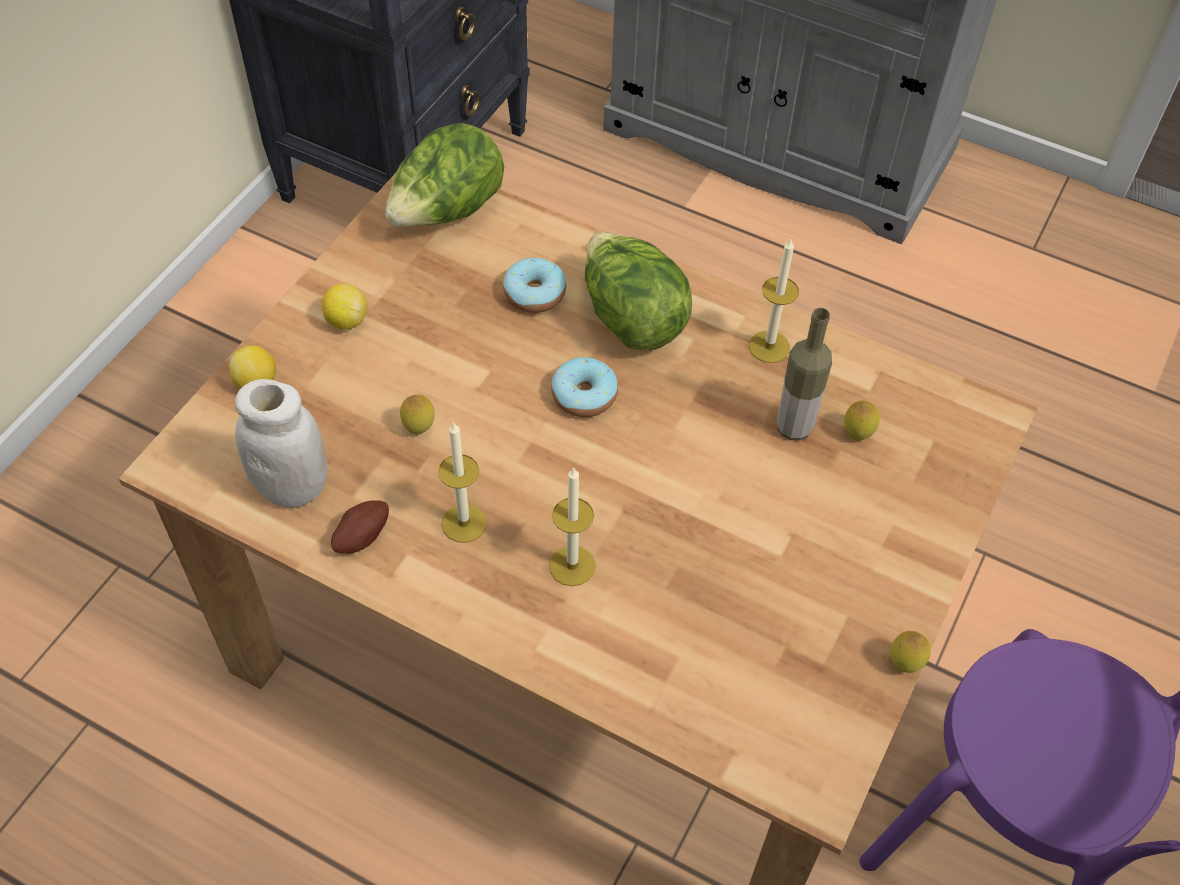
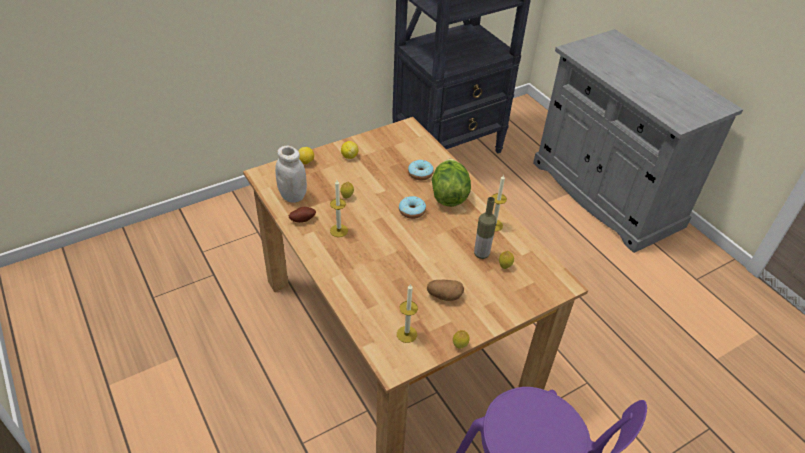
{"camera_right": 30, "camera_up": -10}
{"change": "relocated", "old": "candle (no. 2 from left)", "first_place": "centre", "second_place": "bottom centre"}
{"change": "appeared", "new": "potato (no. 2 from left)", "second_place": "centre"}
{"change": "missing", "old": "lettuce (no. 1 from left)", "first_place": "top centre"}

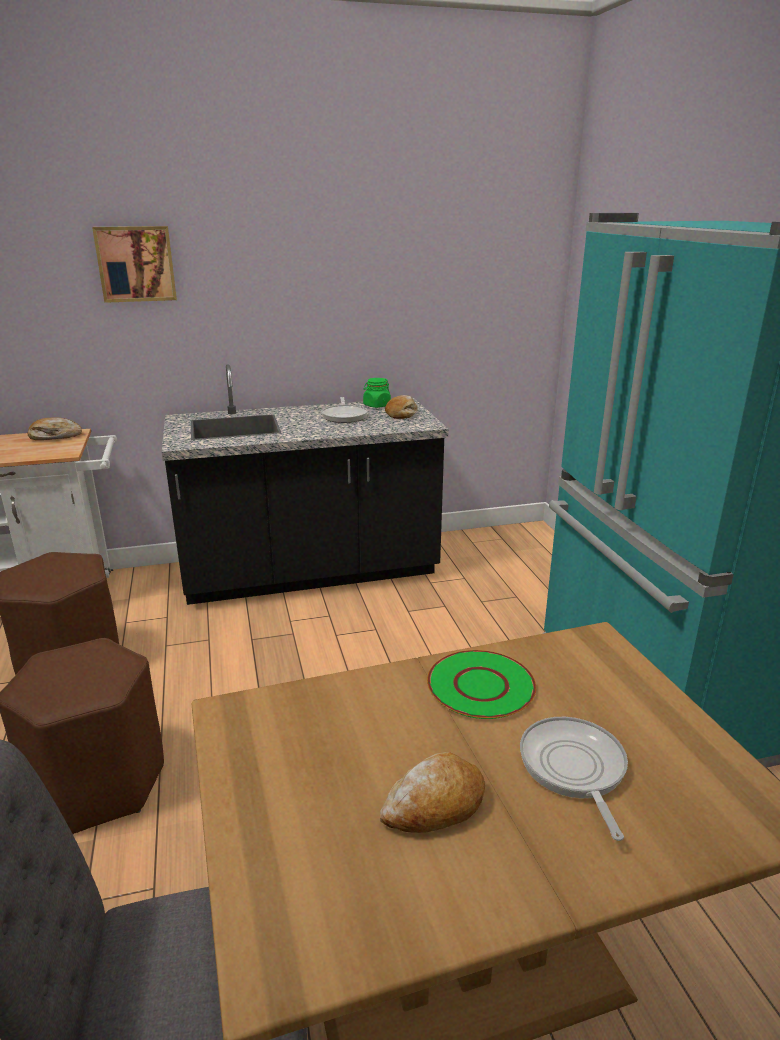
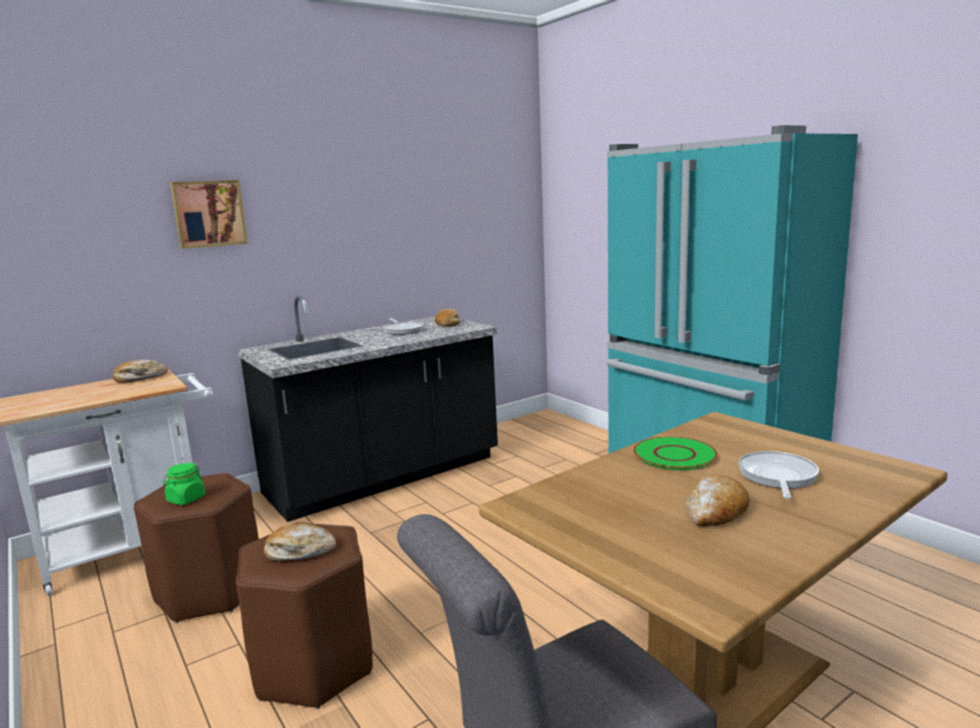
{"camera_right": -20, "camera_up": -10}
{"change": "relocated", "old": "green jar", "first_place": "centre", "second_place": "middle left"}
{"change": "appeared", "new": "bread (no. 2 from left)", "second_place": "bottom left"}
{"change": "spun", "old": "frying pan (no. 2 from left)", "first_place": "bottom right", "second_place": "middle right", "degrees": 45}

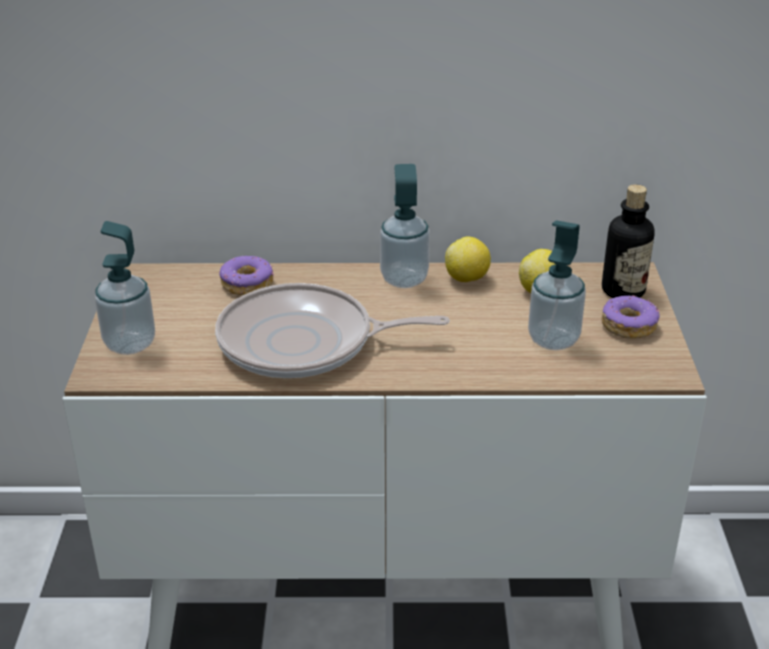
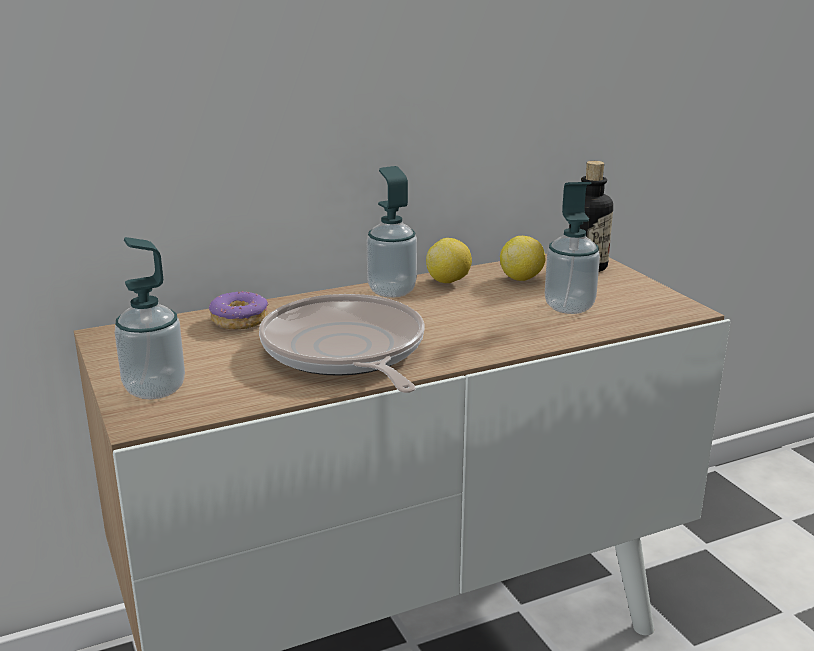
{"camera_right": -25, "camera_up": -10}
{"change": "spun", "old": "frying pan", "first_place": "centre", "second_place": "centre", "degrees": 90}
{"change": "missing", "old": "donut (no. 2 from left)", "first_place": "middle right"}

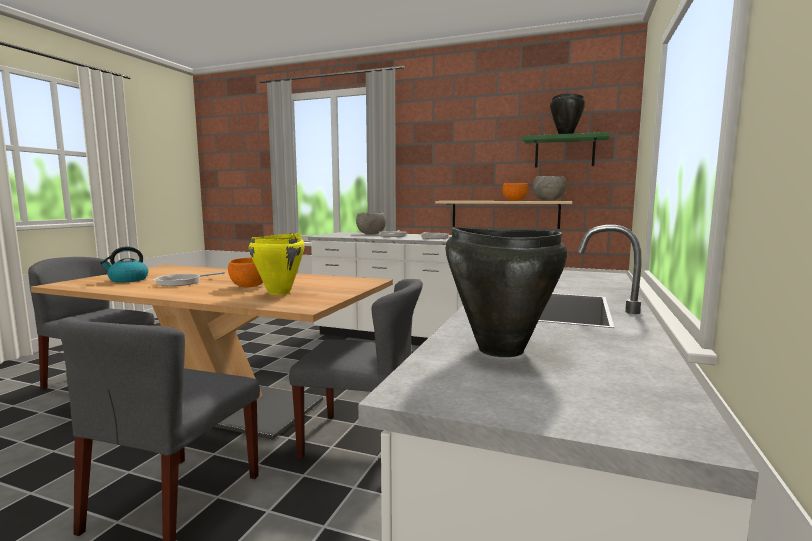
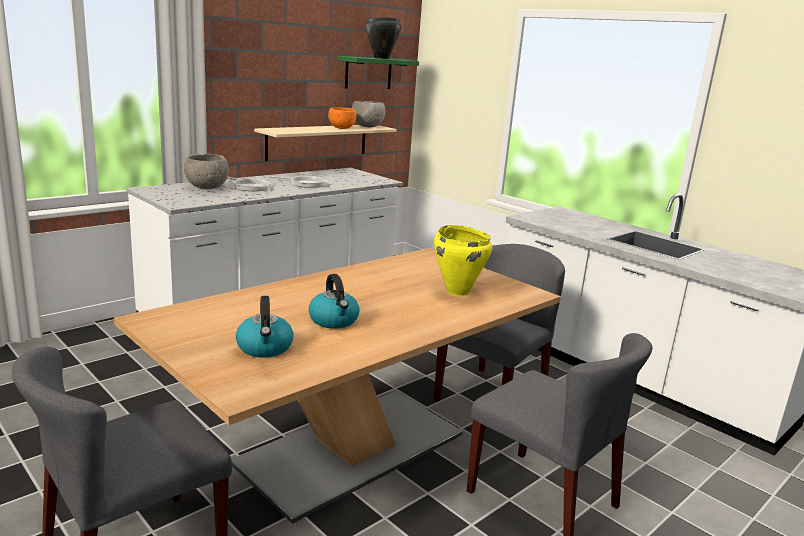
{"camera_right": -65, "camera_up": 10}
{"change": "exchanged", "old": "frying pan (no. 1 from left)", "new": "kettle (no. 2 from left)", "first_place": "middle left", "second_place": "centre"}
{"change": "missing", "old": "orange bowl (no. 1 from left)", "first_place": "middle left"}
{"change": "missing", "old": "black cooking pot (no. 1 from left)", "first_place": "centre"}

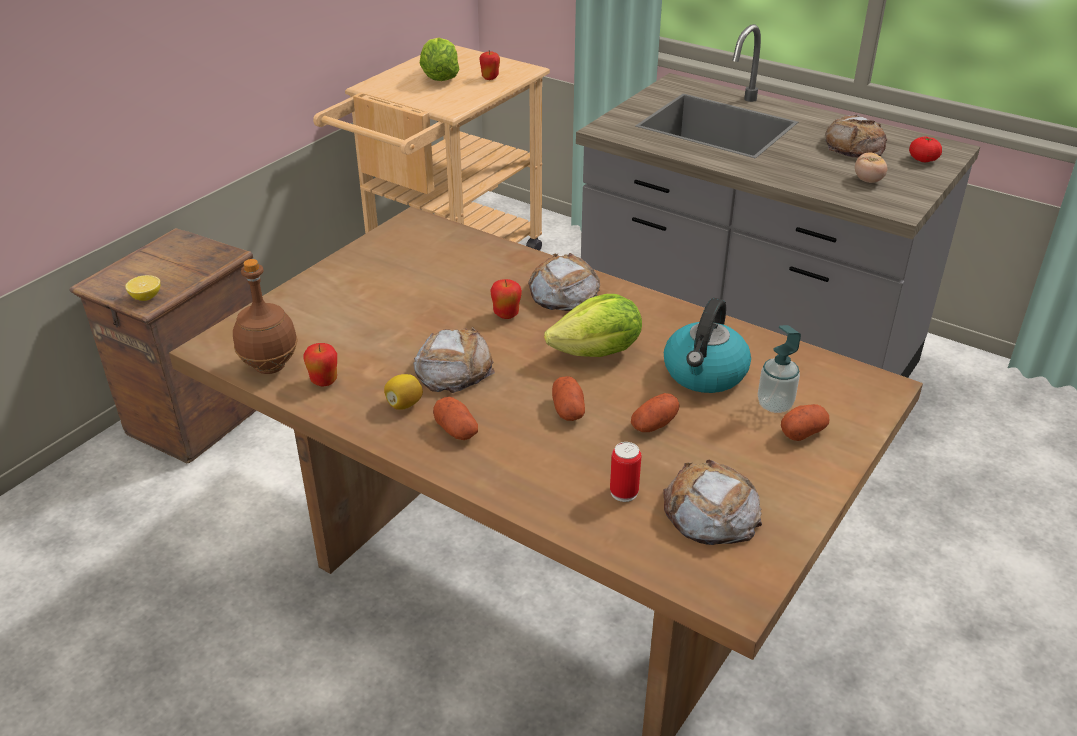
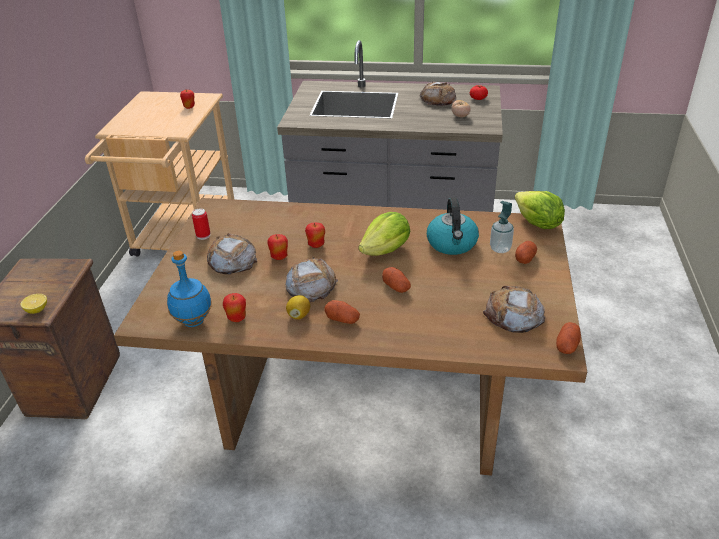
{"camera_right": -25, "camera_up": 0}
{"change": "colour", "old": "brown bottle", "new": "blue bottle", "first_place": "middle left", "second_place": "middle left"}
{"change": "relocated", "old": "can", "first_place": "centre", "second_place": "middle left"}
{"change": "relocated", "old": "bread (no. 2 from left in the first image)", "new": "bread (no. 1 from left)", "first_place": "centre", "second_place": "middle left"}
{"change": "appeared", "new": "apple (no. 3 from left)", "second_place": "centre"}
{"change": "relocated", "old": "lettuce (no. 1 from left in the first image)", "new": "lettuce (no. 2 from left)", "first_place": "top centre", "second_place": "middle right"}
{"change": "relocated", "old": "potato (no. 3 from left in the first image)", "new": "potato (no. 4 from left)", "first_place": "centre", "second_place": "middle right"}

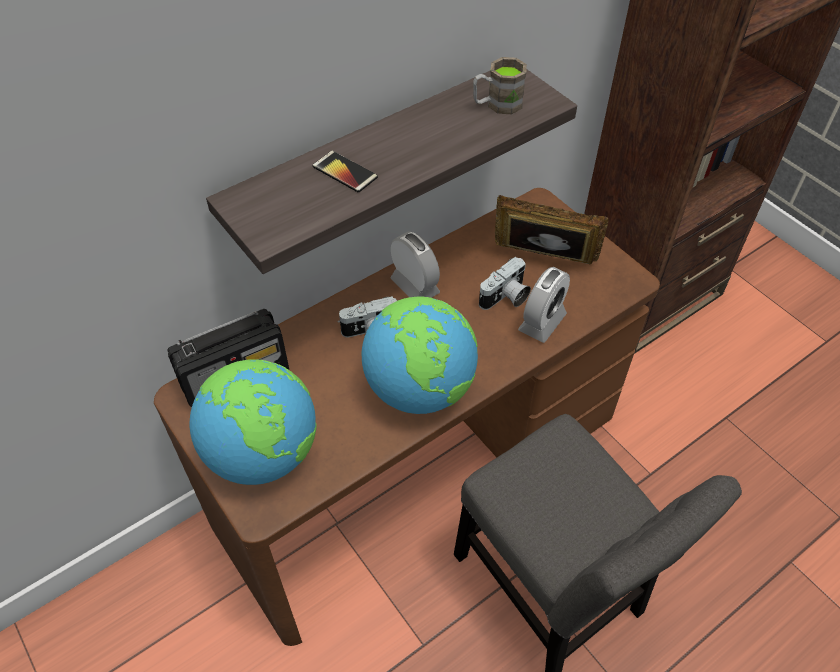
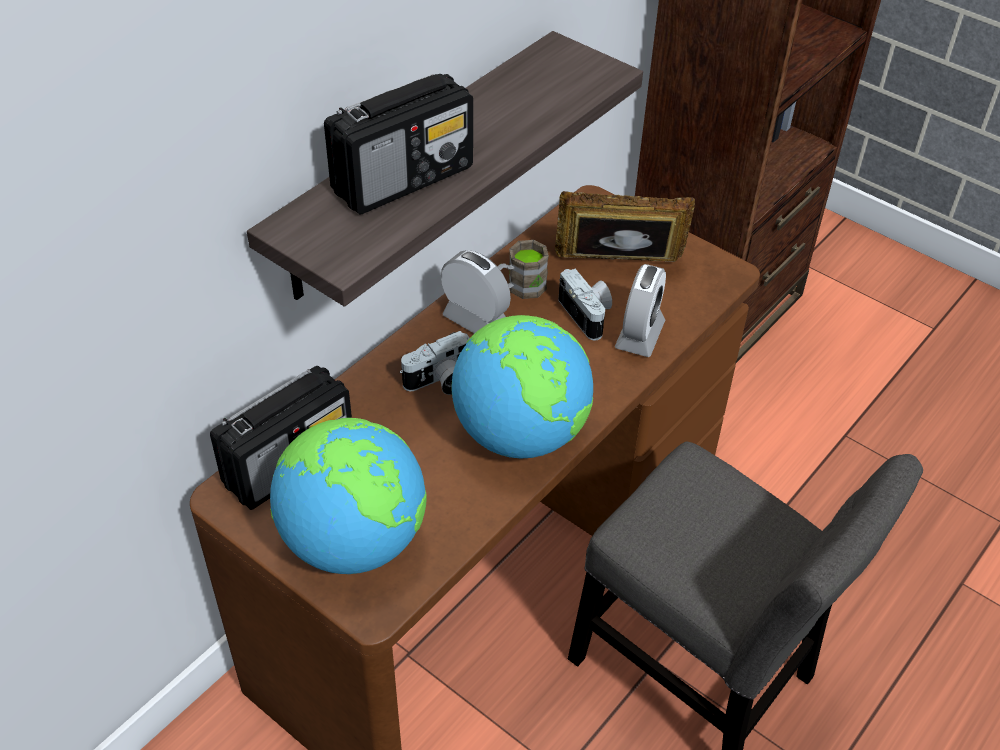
{"camera_right": -15, "camera_up": -5}
{"change": "exchanged", "old": "phone", "new": "radio (no. 2 from left)", "first_place": "top centre", "second_place": "top centre"}
{"change": "relocated", "old": "brown mug", "first_place": "top centre", "second_place": "centre"}
{"change": "spun", "old": "photo camera (no. 2 from left)", "first_place": "centre", "second_place": "centre", "degrees": -60}

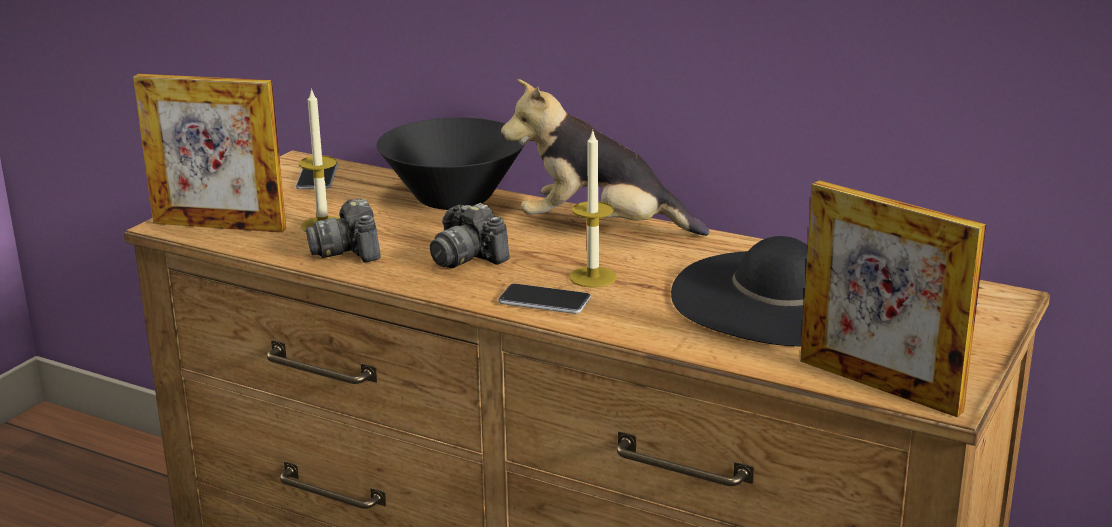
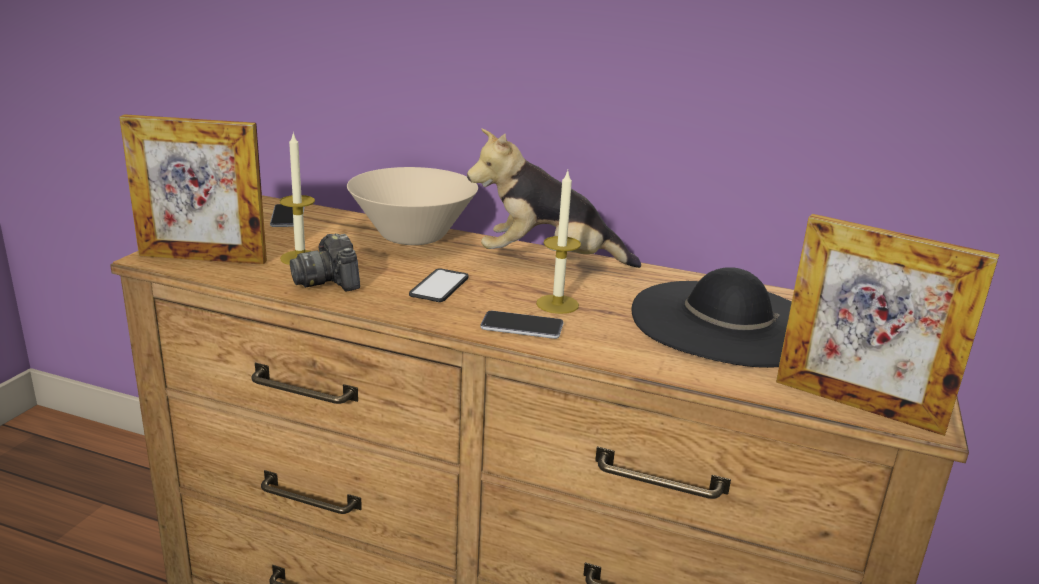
{"camera_right": -10, "camera_up": 0}
{"change": "colour", "old": "black bowl", "new": "beige bowl", "first_place": "top centre", "second_place": "centre"}
{"change": "exchanged", "old": "photo camera (no. 2 from left)", "new": "phone (no. 2 from left)", "first_place": "centre", "second_place": "centre"}

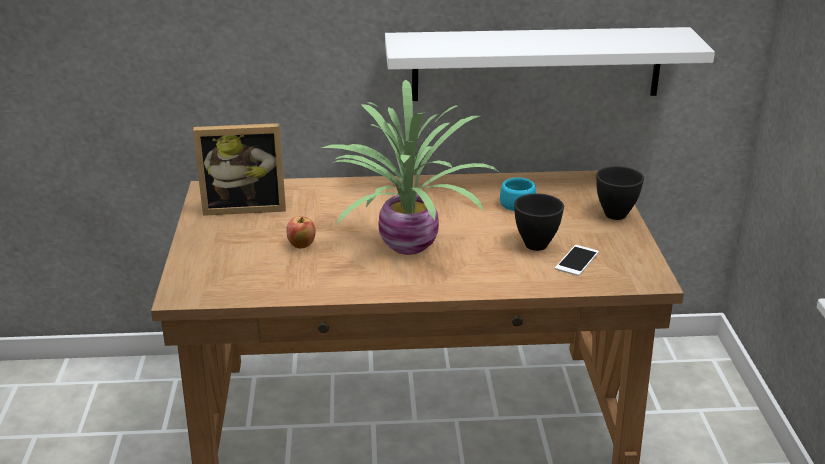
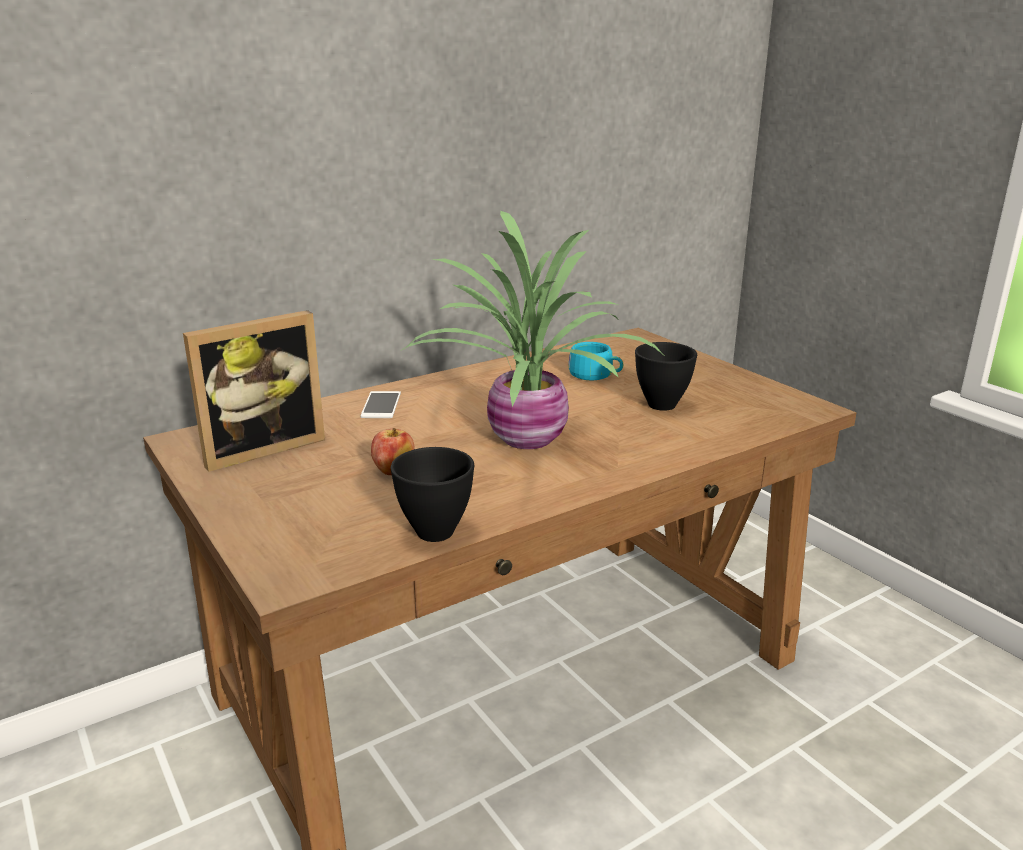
{"camera_right": -30, "camera_up": -5}
{"change": "relocated", "old": "phone", "first_place": "middle right", "second_place": "centre"}
{"change": "relocated", "old": "black bowl (no. 2 from left in the first image)", "new": "black bowl (no. 1 from left)", "first_place": "middle right", "second_place": "centre"}
{"change": "missing", "old": "white shelf", "first_place": "top right"}

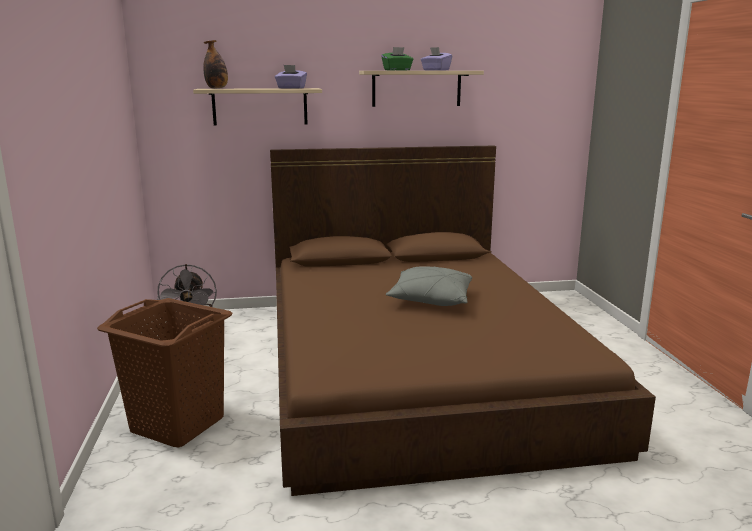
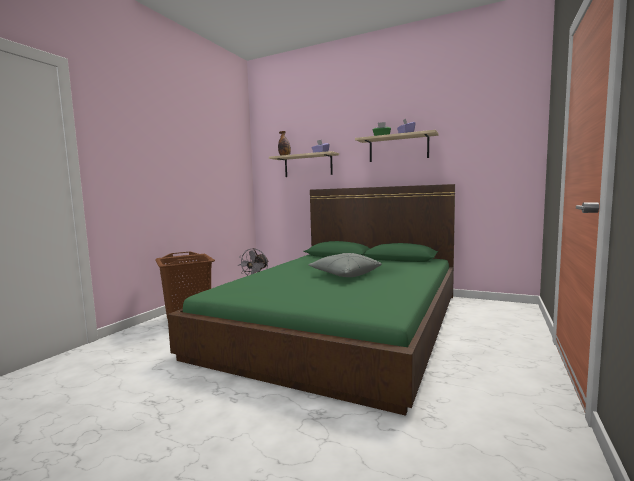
{"camera_right": 35, "camera_up": -10}
{"change": "colour", "old": "brown bed", "new": "green bed", "first_place": "centre", "second_place": "centre"}

